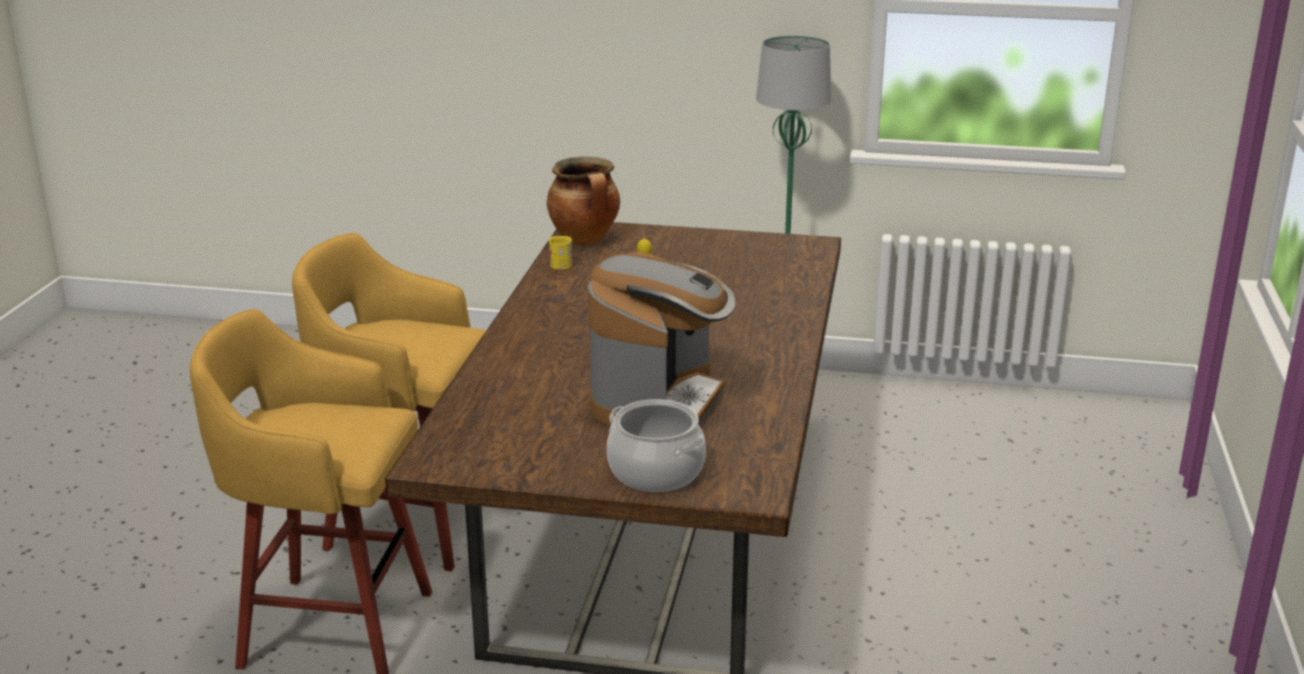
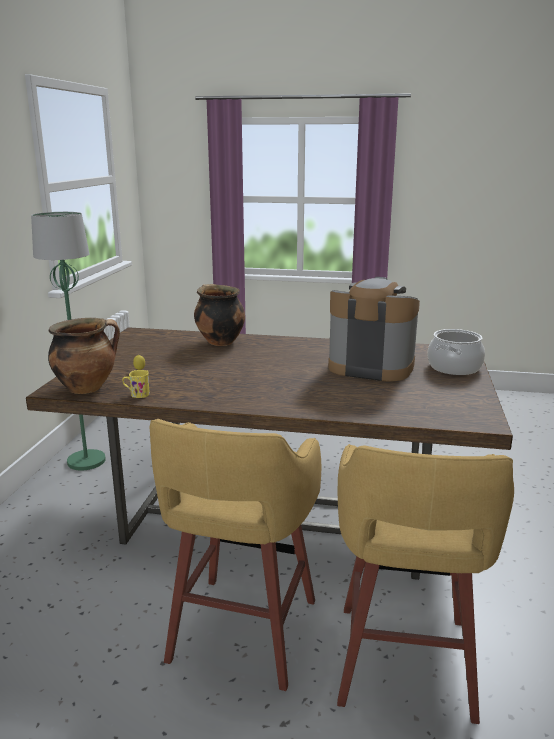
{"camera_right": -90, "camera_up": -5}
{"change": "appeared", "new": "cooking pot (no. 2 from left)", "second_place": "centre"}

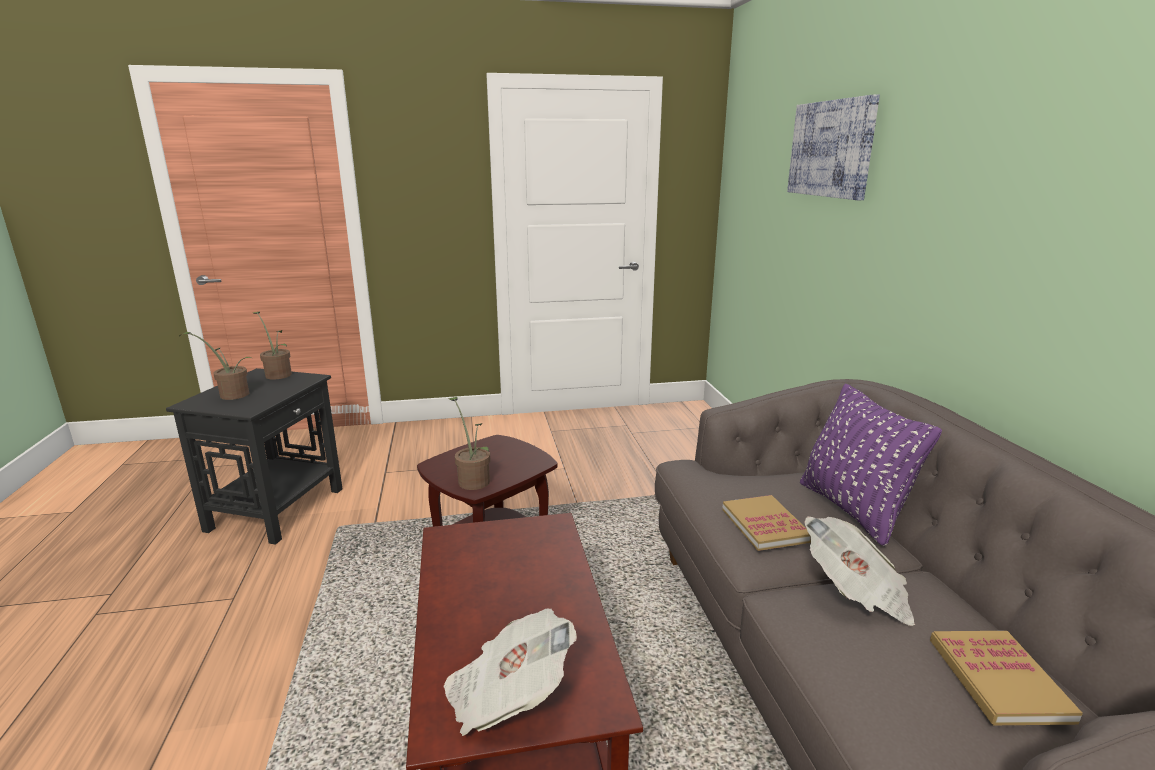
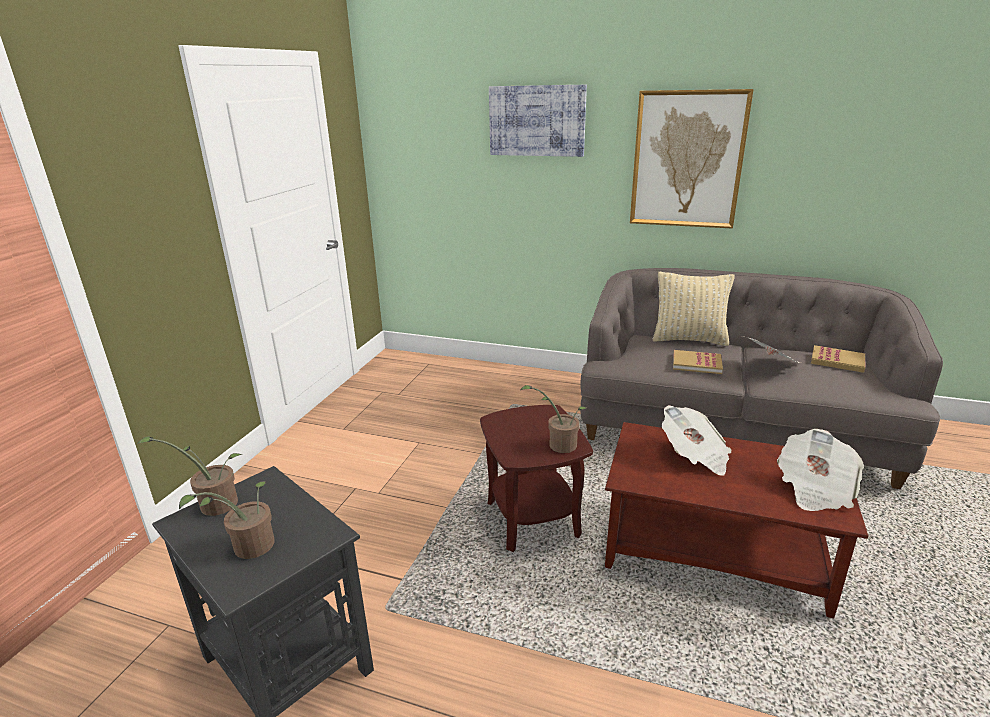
{"camera_right": -60, "camera_up": 5}
{"change": "appeared", "new": "picture (no. 2 from left)", "second_place": "top right"}
{"change": "colour", "old": "purple pillow", "new": "beige pillow", "first_place": "middle right", "second_place": "middle right"}
{"change": "appeared", "new": "newspaper (no. 1 from left)", "second_place": "middle right"}

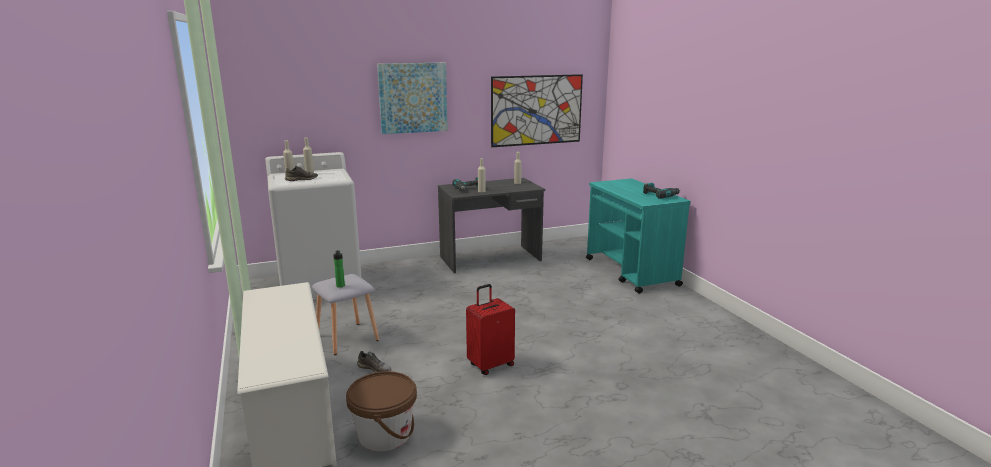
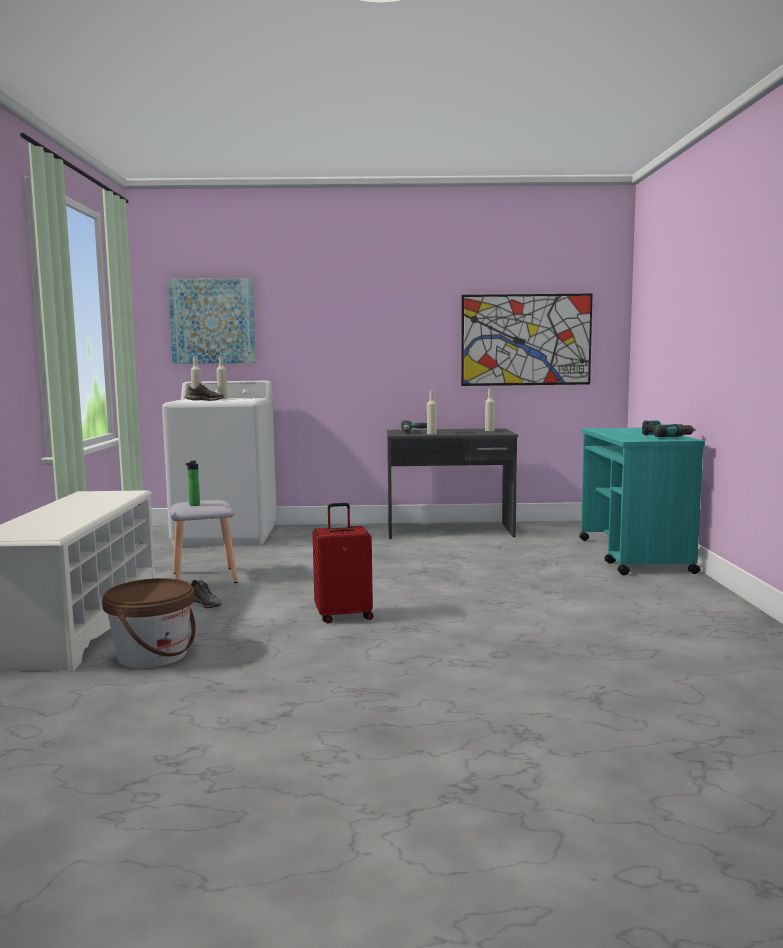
{"camera_right": 20, "camera_up": -10}
{"change": "relocated", "old": "picture (no. 1 from left)", "first_place": "top centre", "second_place": "middle left"}

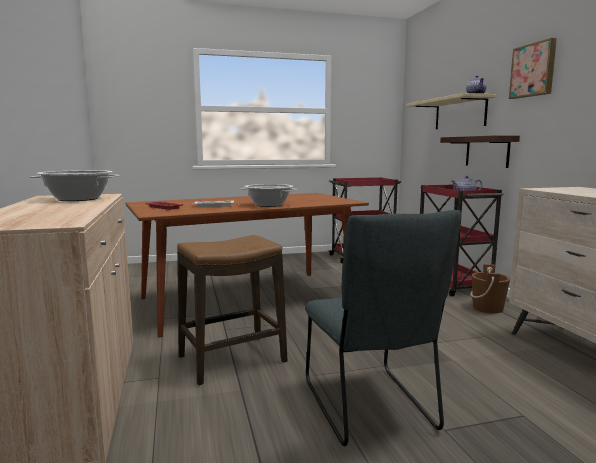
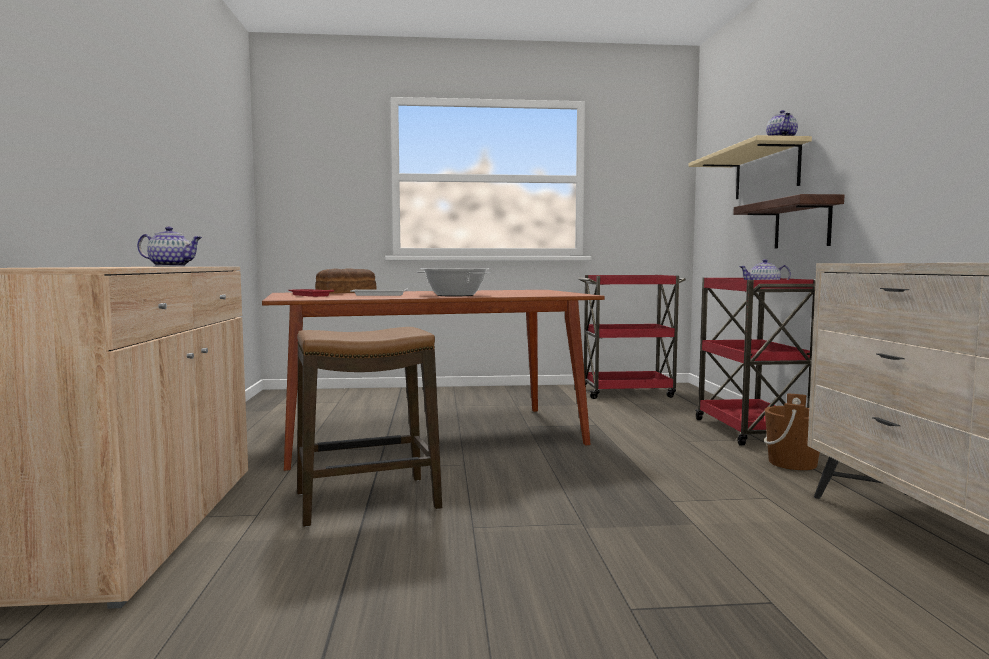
{"camera_right": 10, "camera_up": -5}
{"change": "exchanged", "old": "cooking pot (no. 1 from left)", "new": "teapot (no. 1 from left)", "first_place": "middle left", "second_place": "middle left"}
{"change": "appeared", "new": "bread", "second_place": "centre"}
{"change": "missing", "old": "grey chair", "first_place": "bottom centre"}
{"change": "missing", "old": "picture", "first_place": "top right"}

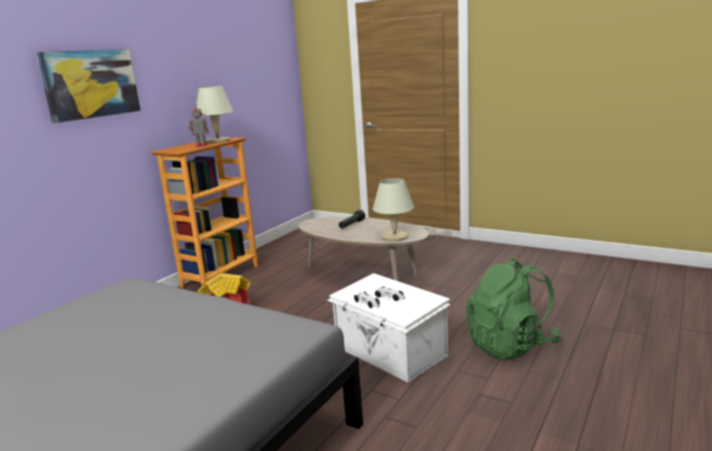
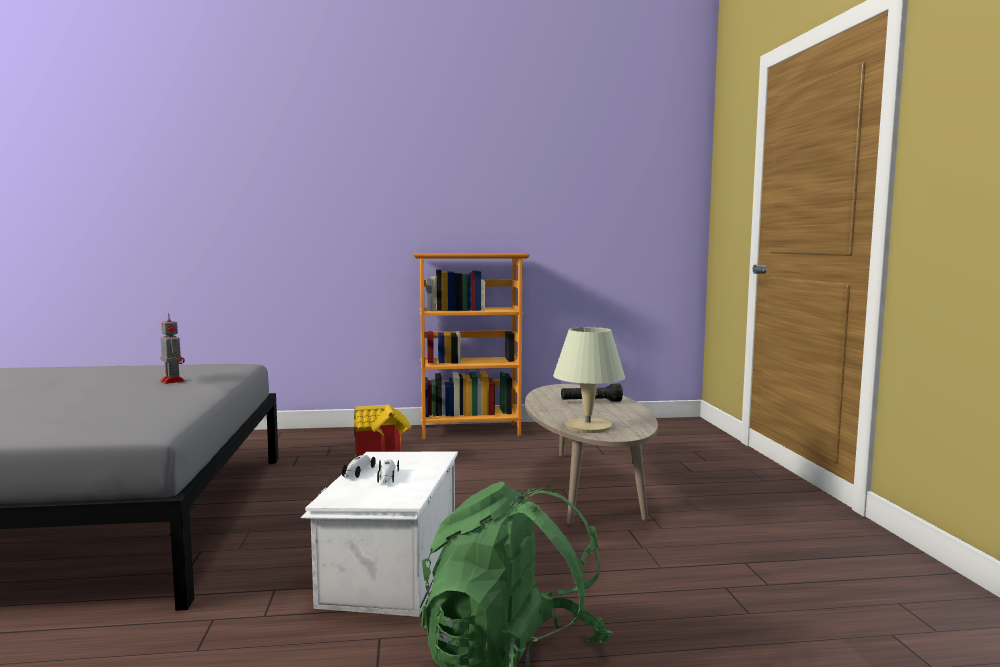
{"camera_right": 50, "camera_up": -10}
{"change": "relocated", "old": "toy robot", "first_place": "top left", "second_place": "middle left"}
{"change": "missing", "old": "picture", "first_place": "top left"}
{"change": "missing", "old": "beige table lamp (no. 1 from left)", "first_place": "top left"}

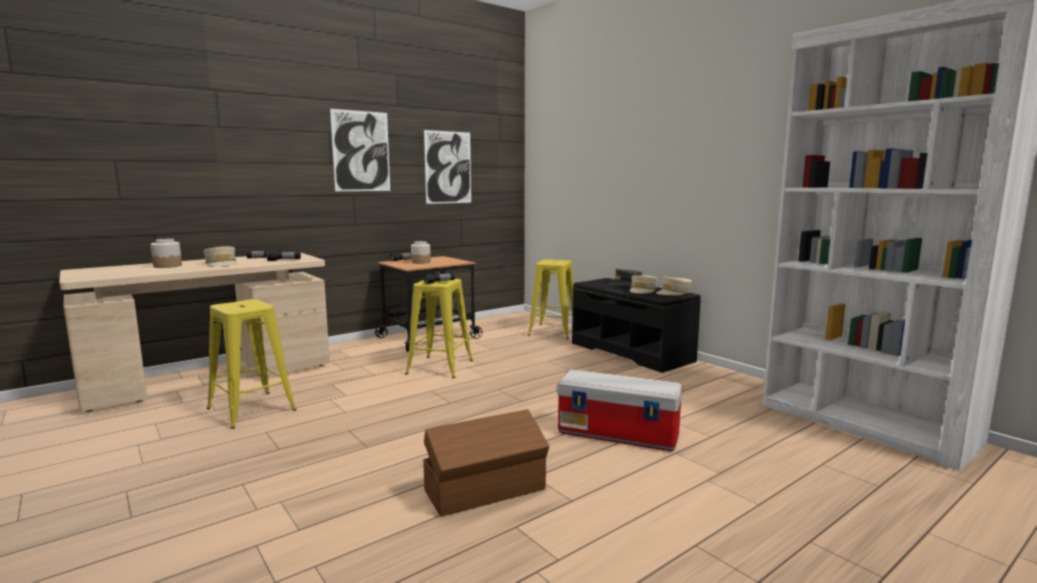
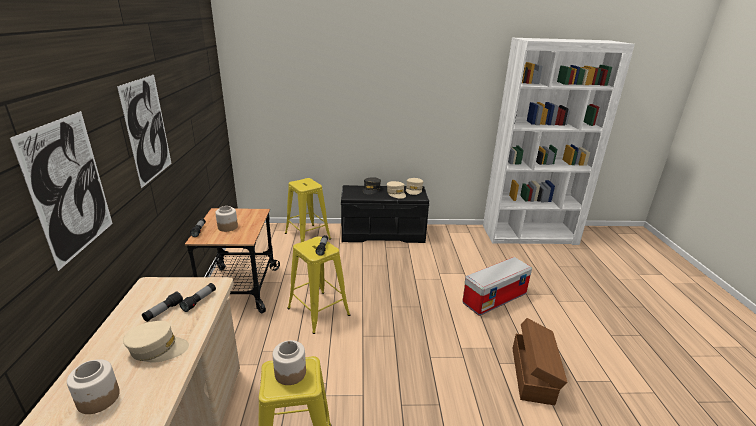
{"camera_right": -55, "camera_up": 15}
{"change": "relocated", "old": "picture (no. 2 from left in the first image)", "new": "picture (no. 1 from left)", "first_place": "top centre", "second_place": "middle left"}
{"change": "appeared", "new": "jar (no. 3 from left)", "second_place": "bottom centre"}

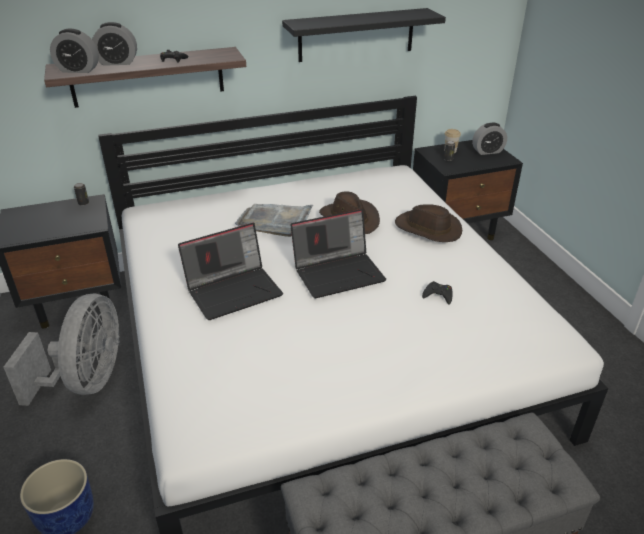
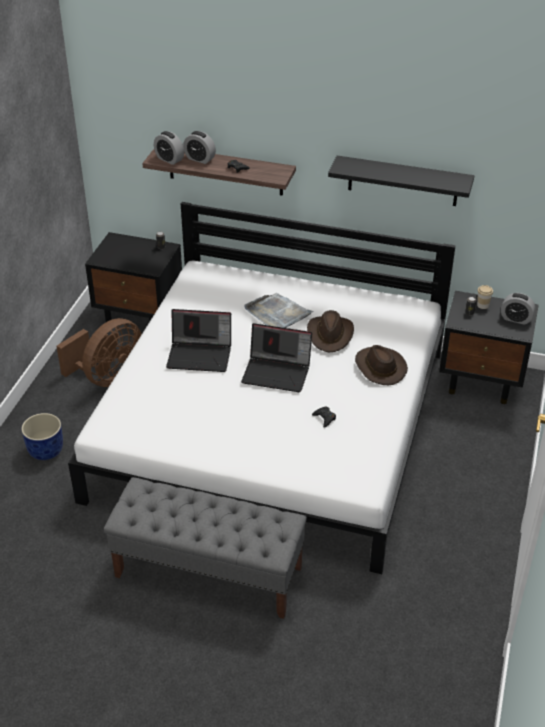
{"camera_right": 35, "camera_up": 5}
{"change": "colour", "old": "grey fan", "new": "brown fan", "first_place": "middle left", "second_place": "middle left"}

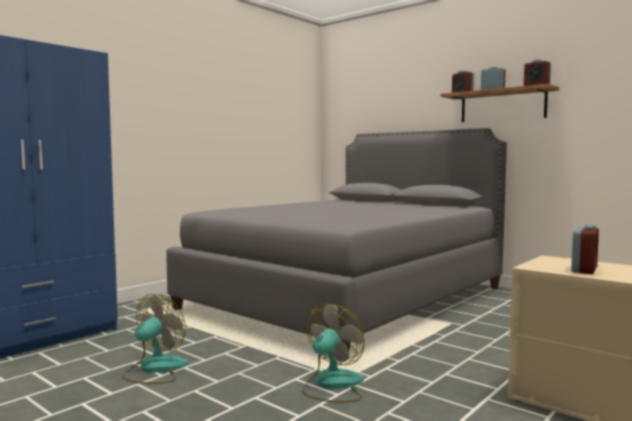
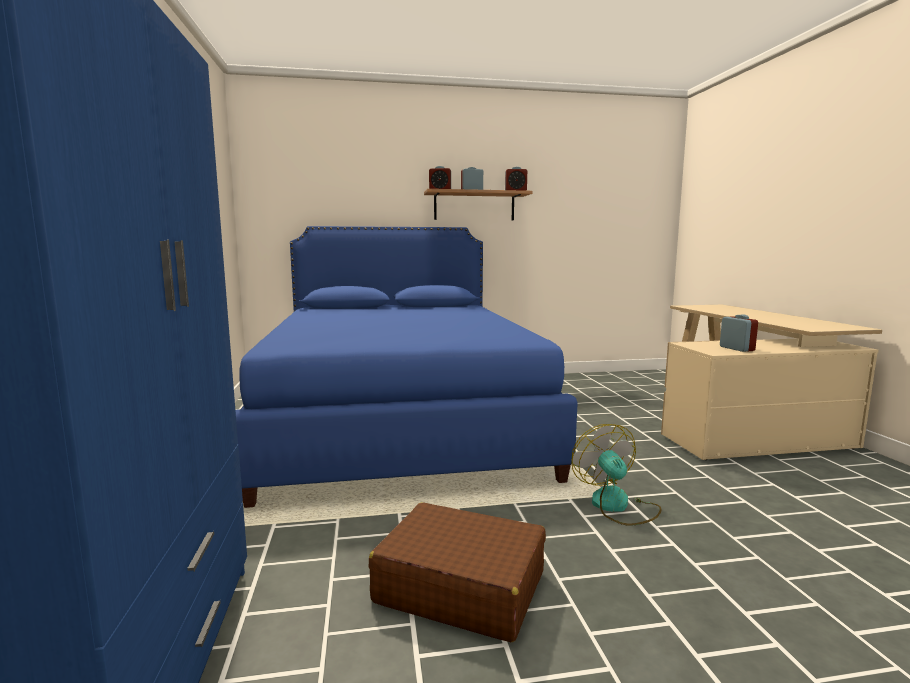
{"camera_right": -50, "camera_up": 5}
{"change": "colour", "old": "grey bed", "new": "blue bed", "first_place": "centre", "second_place": "centre"}
{"change": "exchanged", "old": "fan (no. 1 from left)", "new": "brown suitcase", "first_place": "bottom left", "second_place": "bottom centre"}

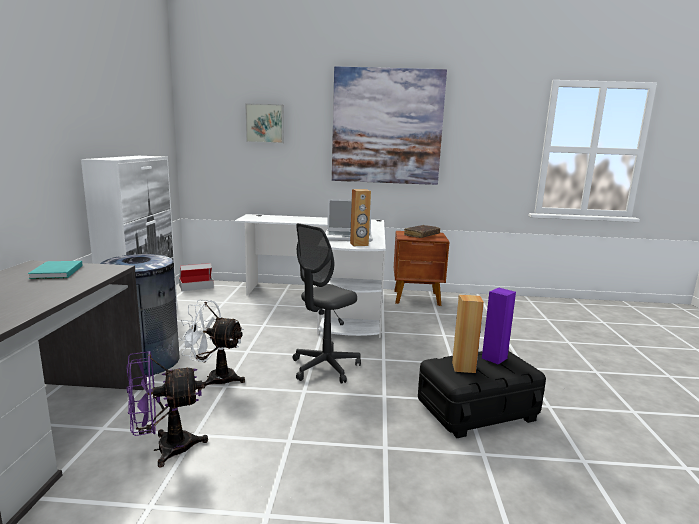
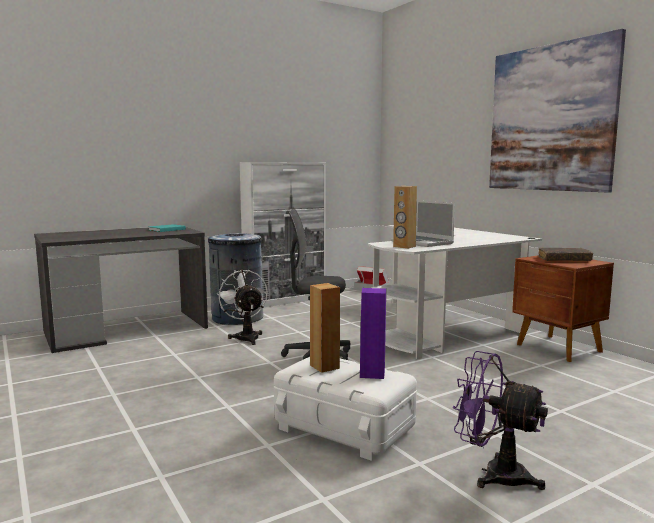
{"camera_right": 55, "camera_up": -5}
{"change": "colour", "old": "black storage box", "new": "white storage box", "first_place": "bottom right", "second_place": "bottom centre"}
{"change": "relocated", "old": "purple fan", "first_place": "bottom left", "second_place": "bottom right"}
{"change": "missing", "old": "picture (no. 1 from left)", "first_place": "top centre"}

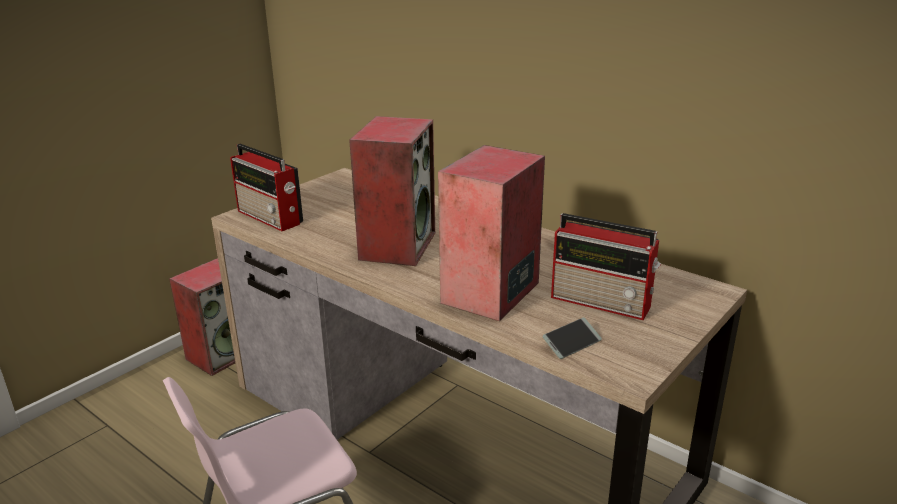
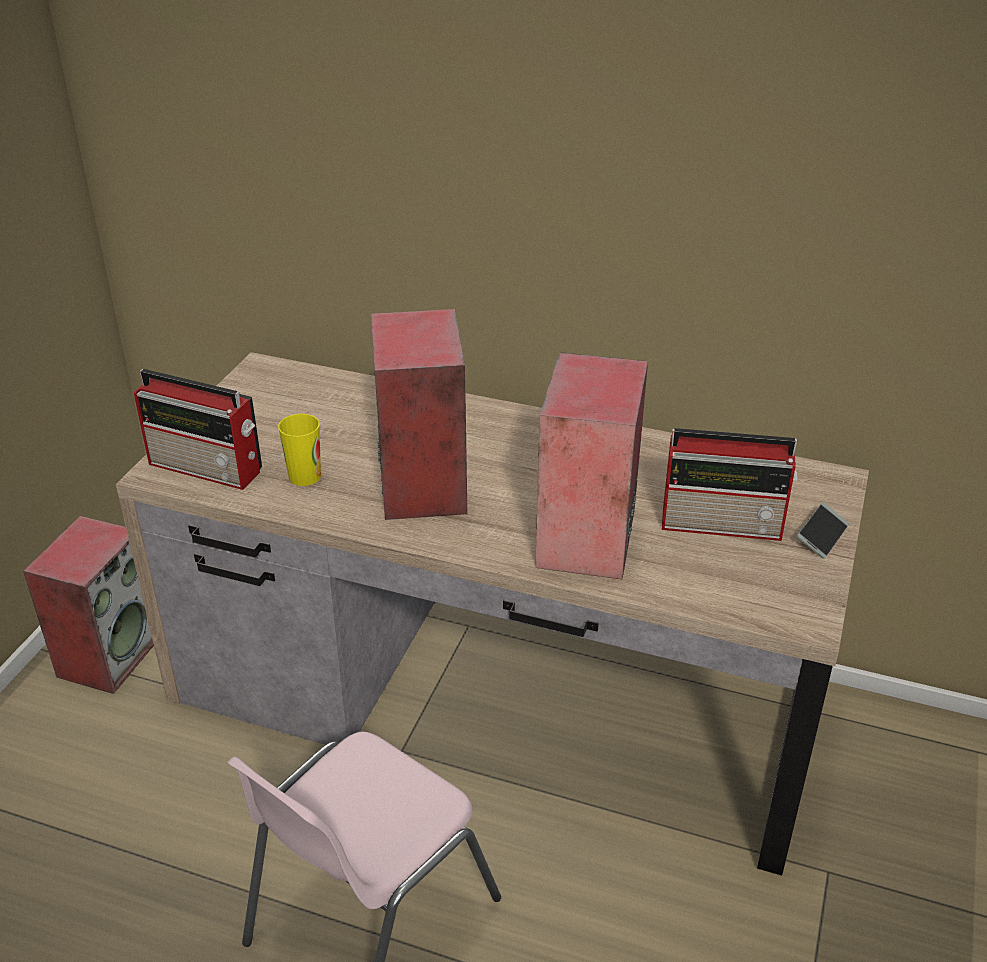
{"camera_right": -20, "camera_up": 10}
{"change": "appeared", "new": "cup", "second_place": "middle left"}
{"change": "relocated", "old": "phone", "first_place": "bottom centre", "second_place": "middle right"}

